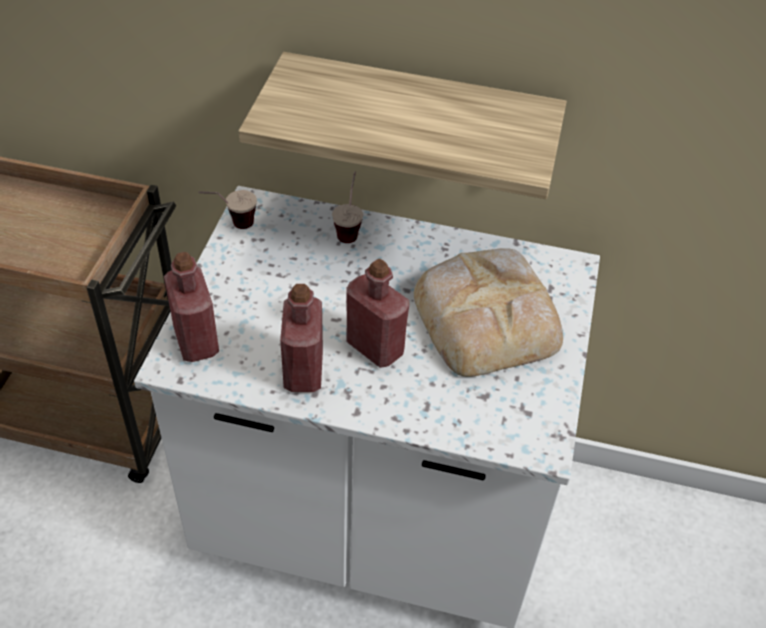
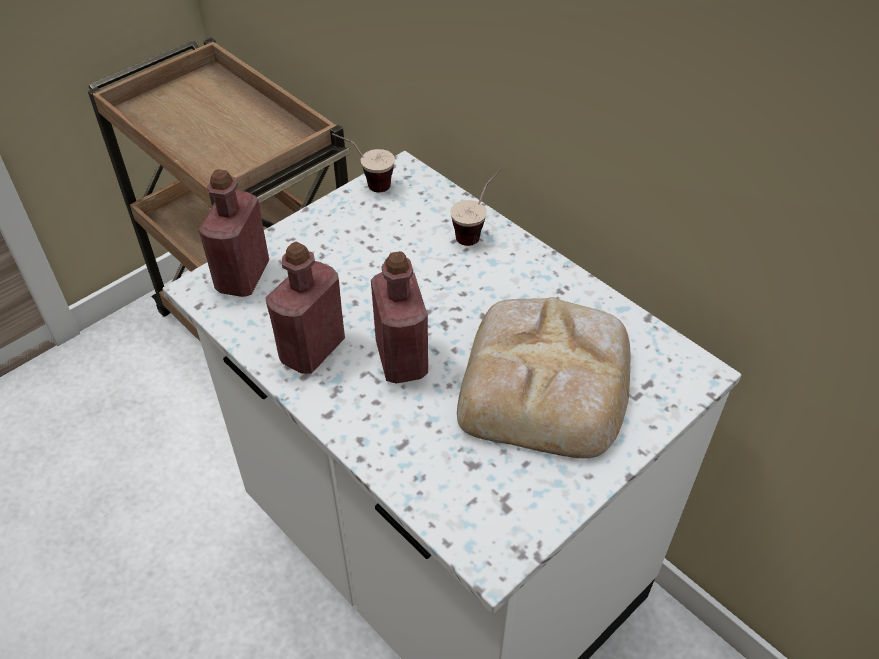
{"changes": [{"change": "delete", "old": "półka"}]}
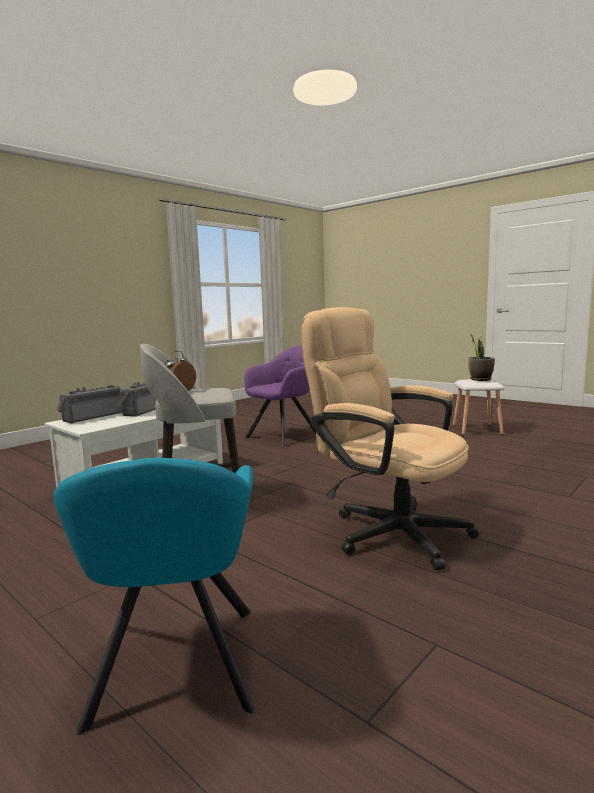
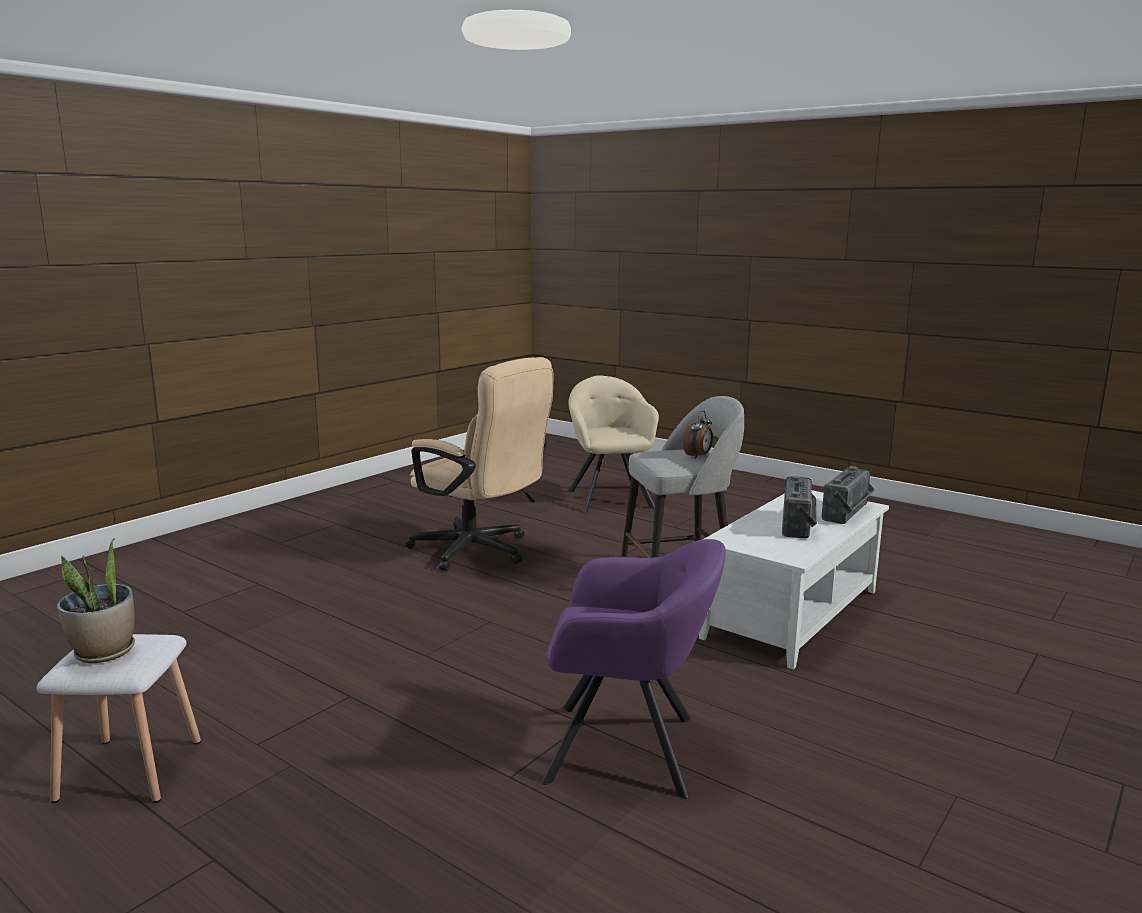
{"changes": [{"change": "rotate", "old": "fotel (fioletowy)", "degrees": -120}, {"change": "recolor", "old": "fotel (turkusowy)", "new": "fotel (beżowy)"}]}
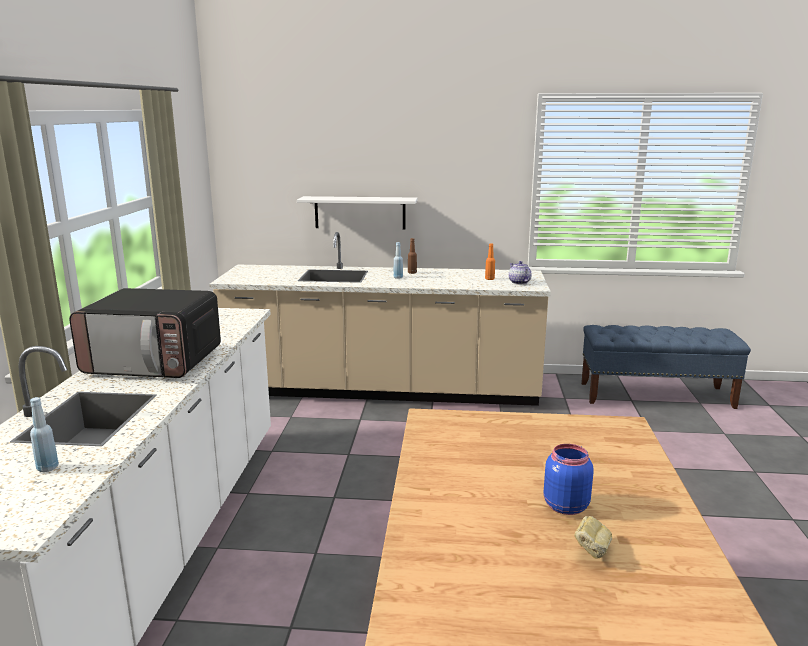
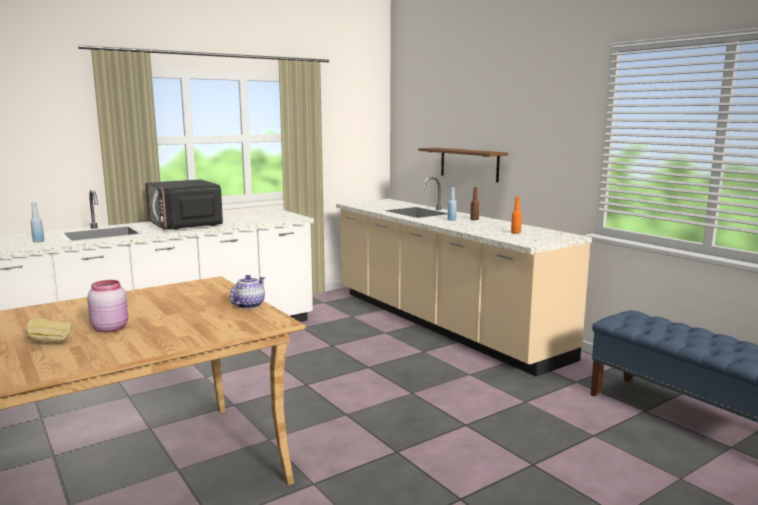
{"changes": [{"change": "recolor", "old": "słoik (niebieski)", "new": "słoik (różowy)"}, {"change": "move", "old": "imbryk"}, {"change": "recolor", "old": "półka (biały)", "new": "półka (brązowy)"}]}
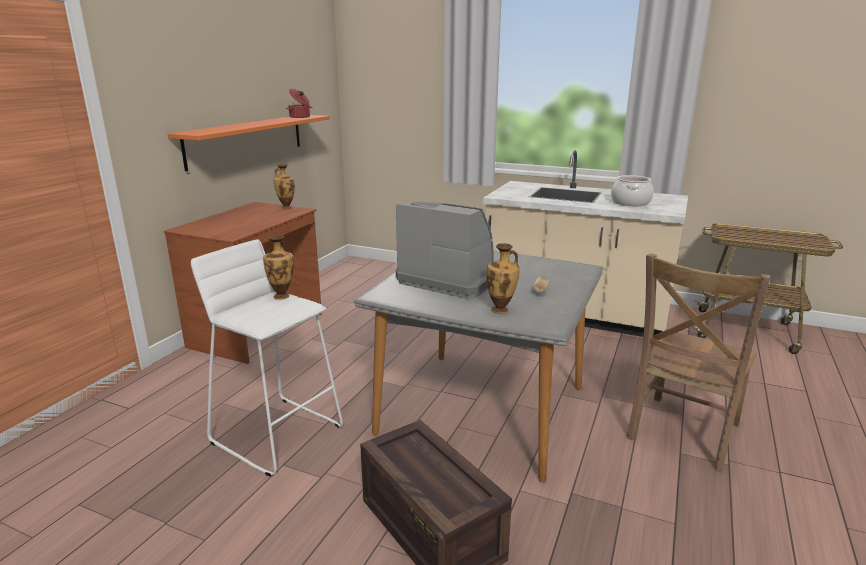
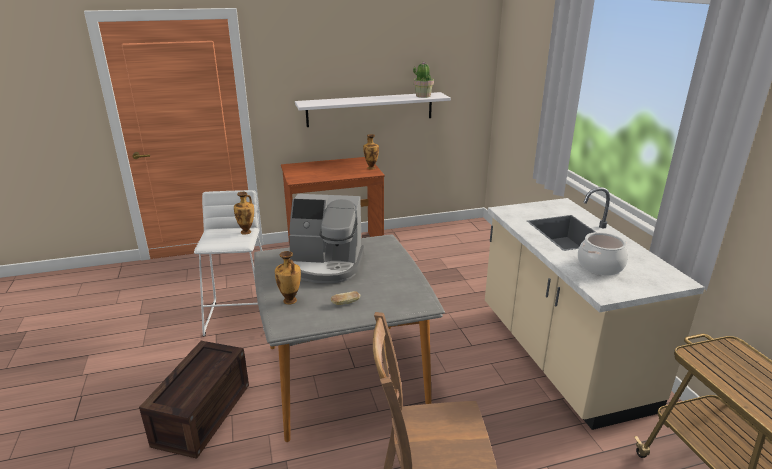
{"changes": [{"change": "rotate", "old": "ekspres do kawy", "degrees": 105}, {"change": "recolor", "old": "półka (pomarańczowy)", "new": "półka (biały)"}, {"change": "replace", "old": "garnek (1st from left)", "new": "roślina doniczkowa"}]}
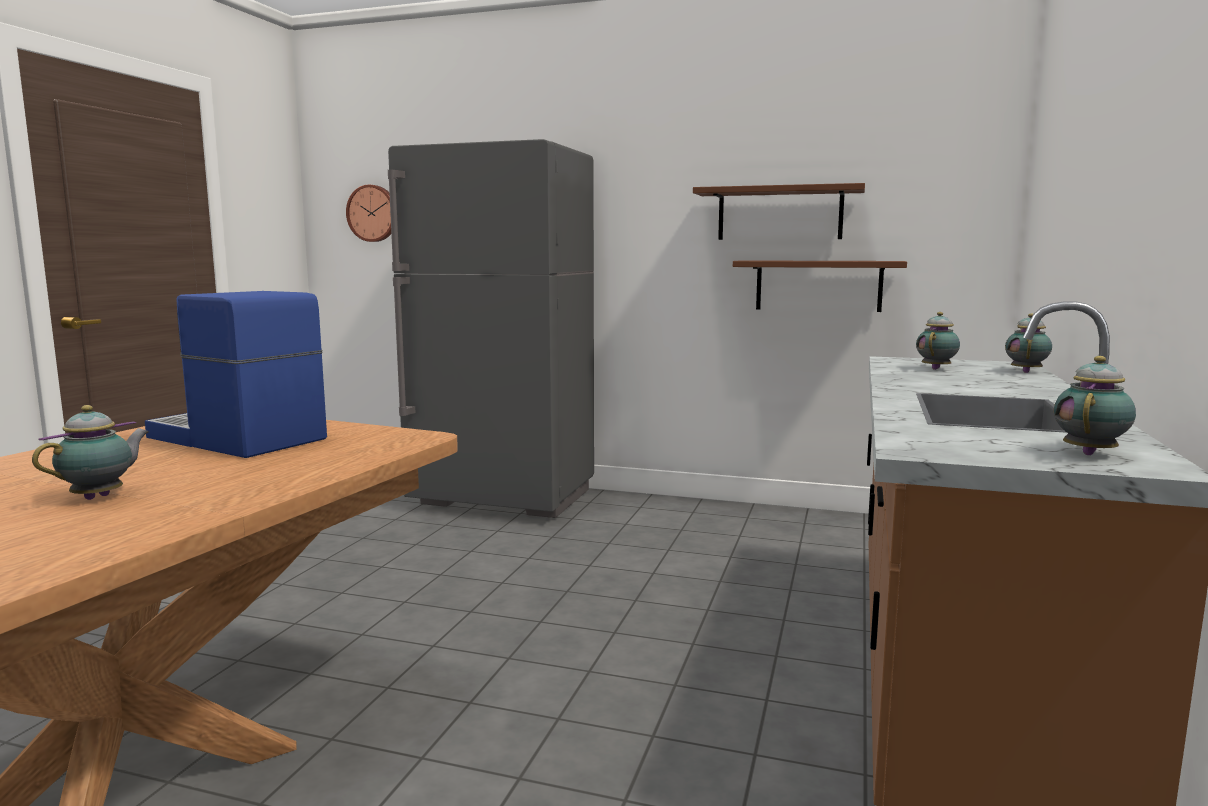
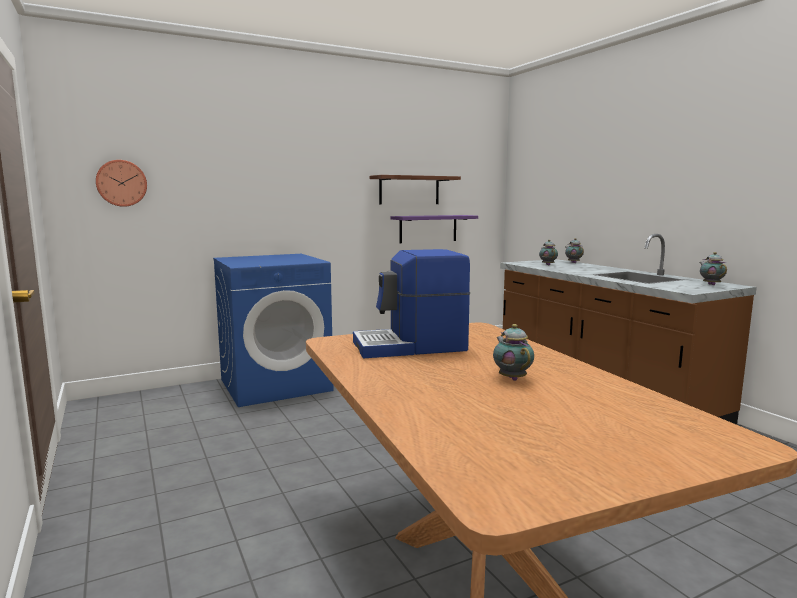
{"changes": [{"change": "replace", "old": "lodówka (szary)", "new": "pralka (niebieski)"}, {"change": "recolor", "old": "półka (brązowy) (2nd from left)", "new": "półka (fioletowy)"}]}
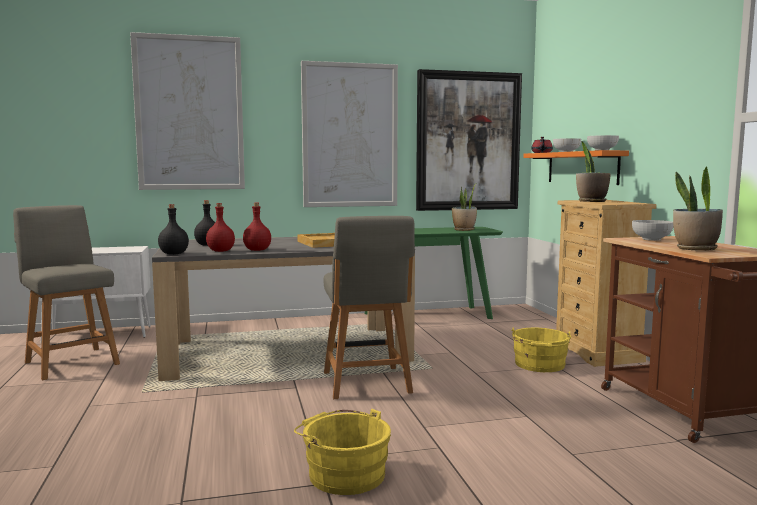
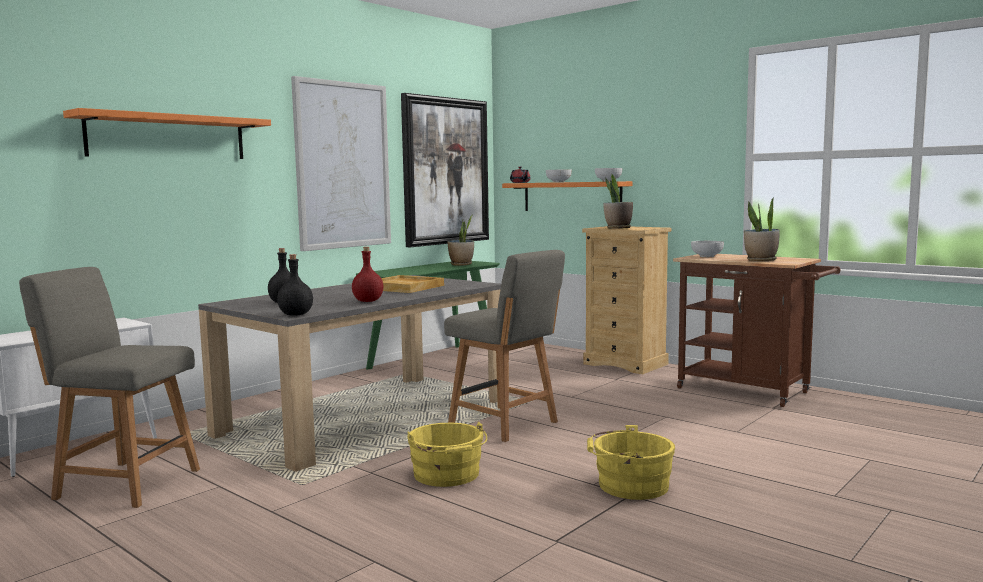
{"changes": [{"change": "replace", "old": "obraz (1st from left)", "new": "półka (pomarańczowy) (1st from left)"}, {"change": "move", "old": "wiadro (żółty) (2nd from left in the first image)", "new": "wiadro (żółty) (1st from left)"}, {"change": "delete", "old": "butelka (czerwony) (1st from left)"}]}
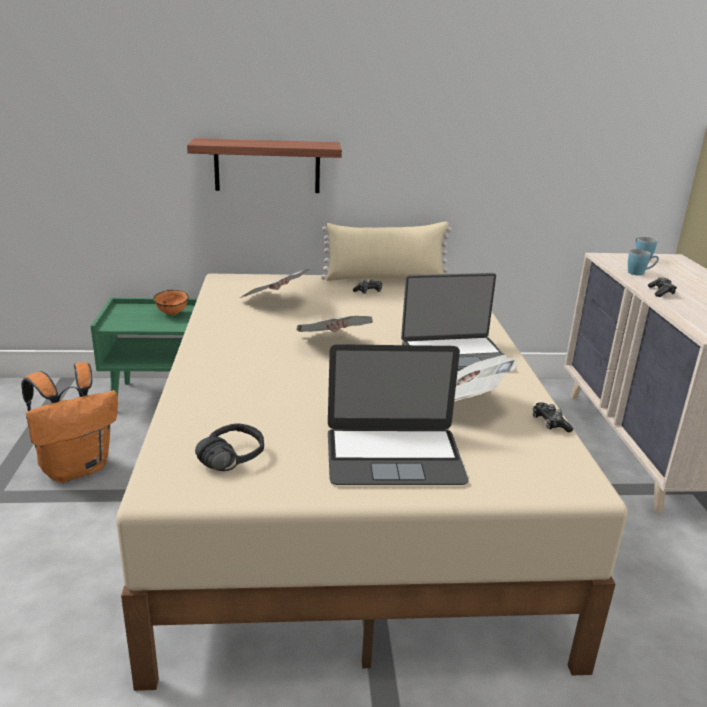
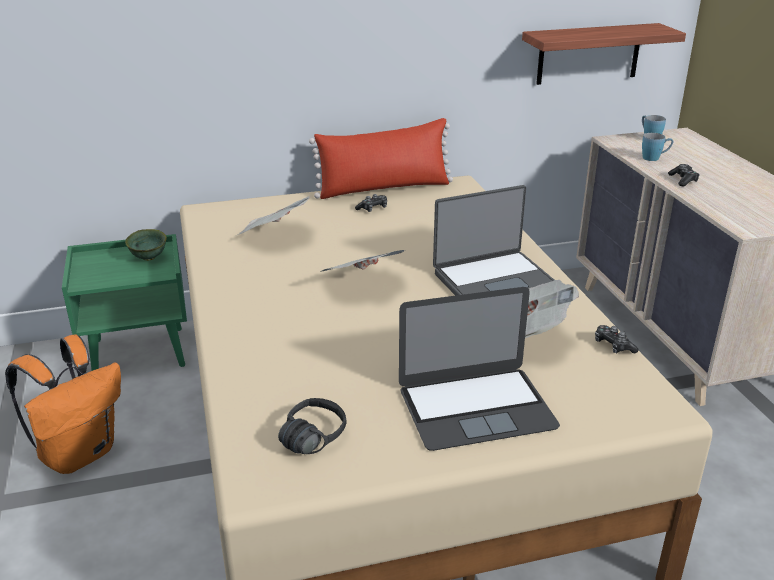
{"changes": [{"change": "recolor", "old": "miska (pomarańczowy)", "new": "miska (zielony)"}, {"change": "recolor", "old": "poduszka (beżowy)", "new": "poduszka (czerwony)"}, {"change": "move", "old": "półka"}]}
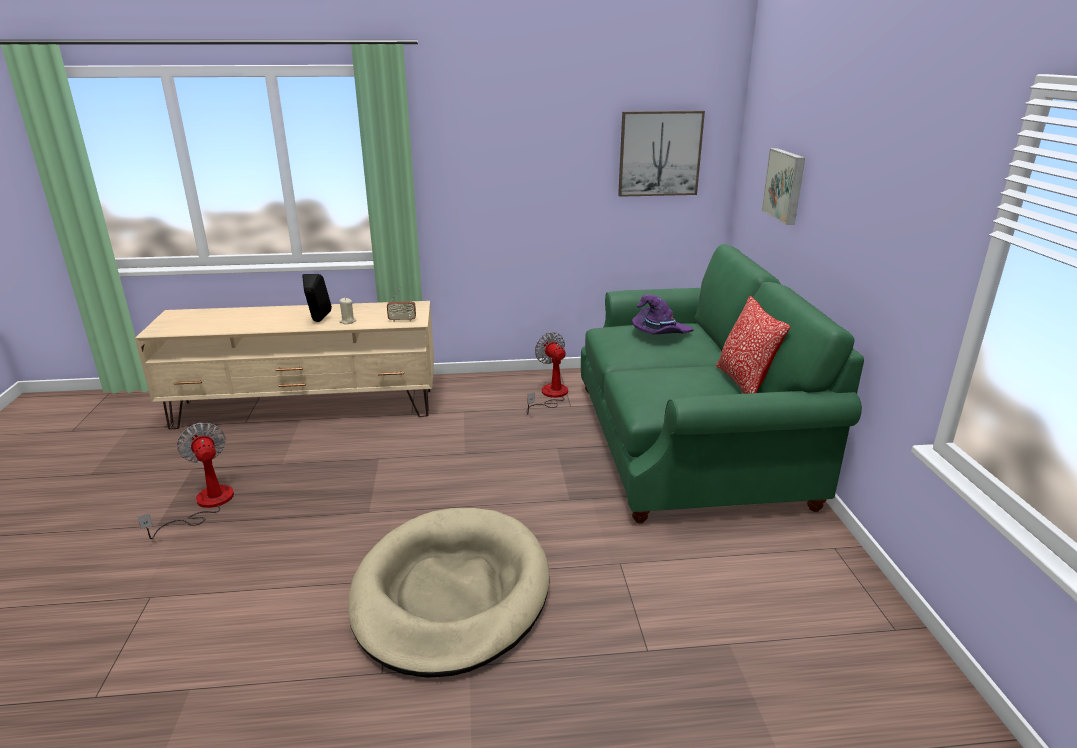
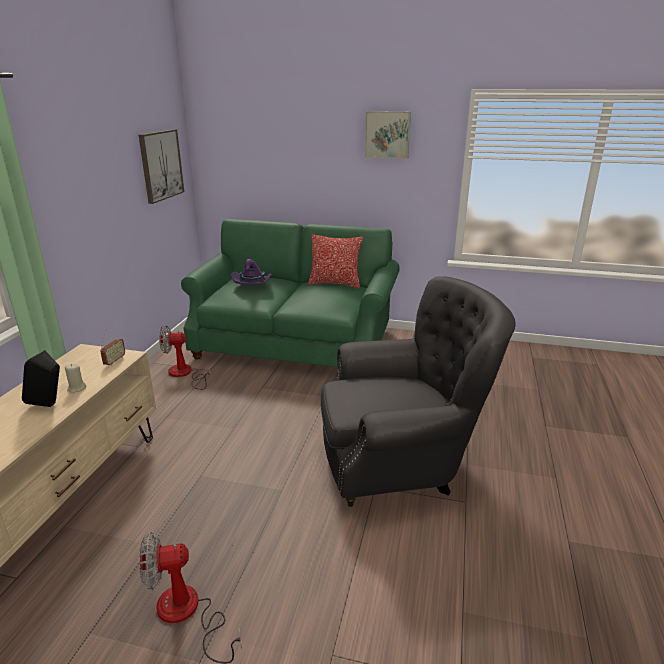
{"changes": [{"change": "replace", "old": "legowisko (beżowy)", "new": "fotel (szary)"}, {"change": "move", "old": "obraz (2nd from left)"}]}
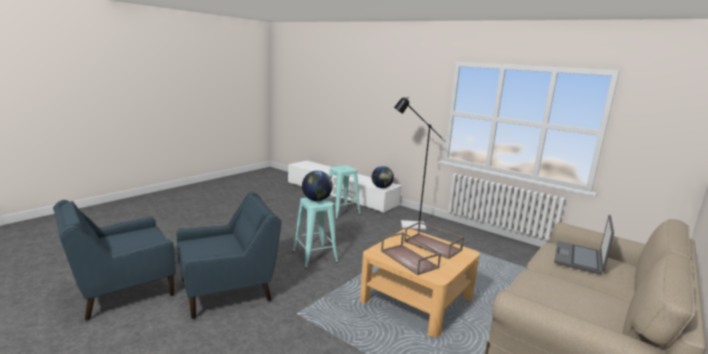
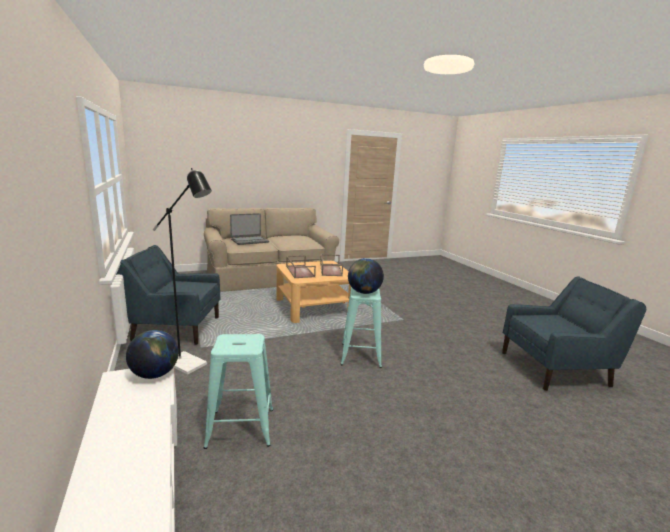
{"changes": [{"change": "move", "old": "fotel (niebieski) (2nd from left in the first image)", "new": "fotel (niebieski) (1st from left)"}]}
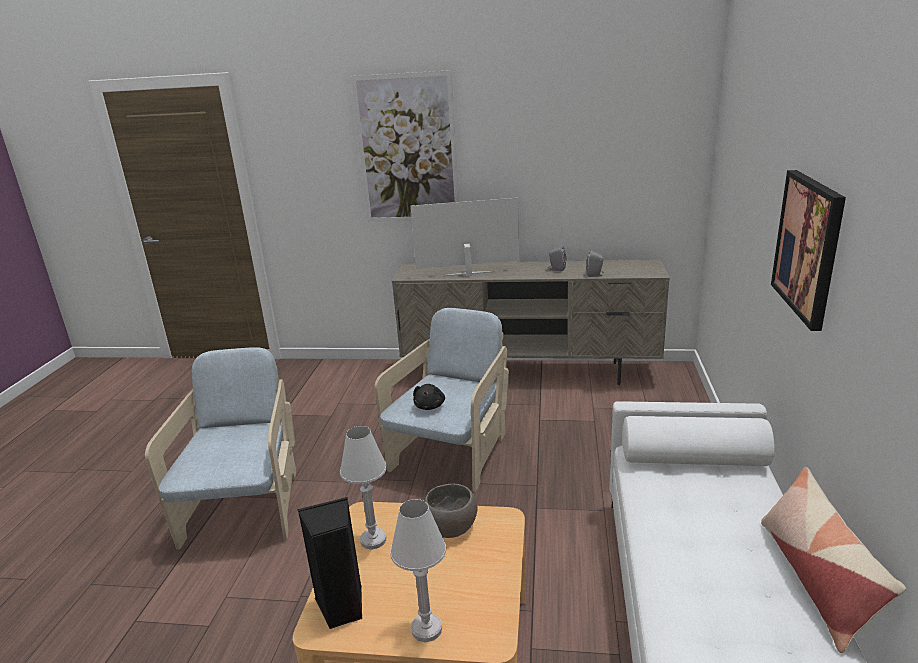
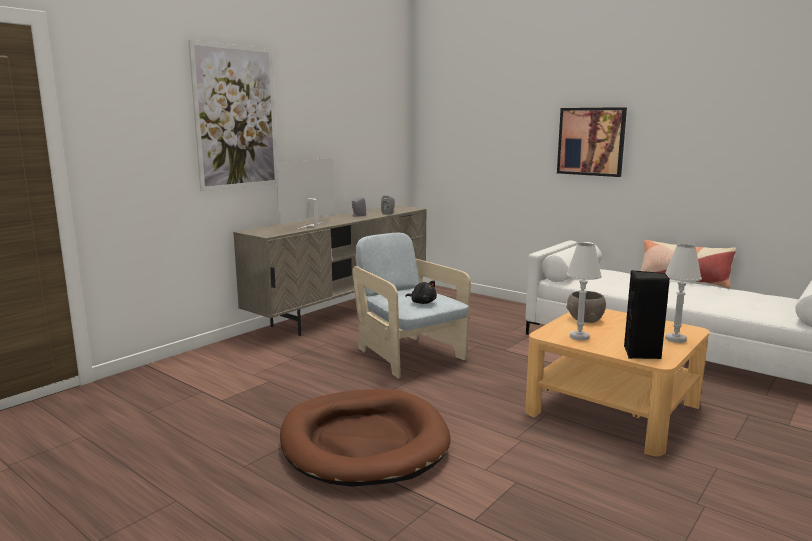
{"changes": [{"change": "replace", "old": "fotel (beżowy) (1st from left)", "new": "legowisko (brązowy)"}]}
